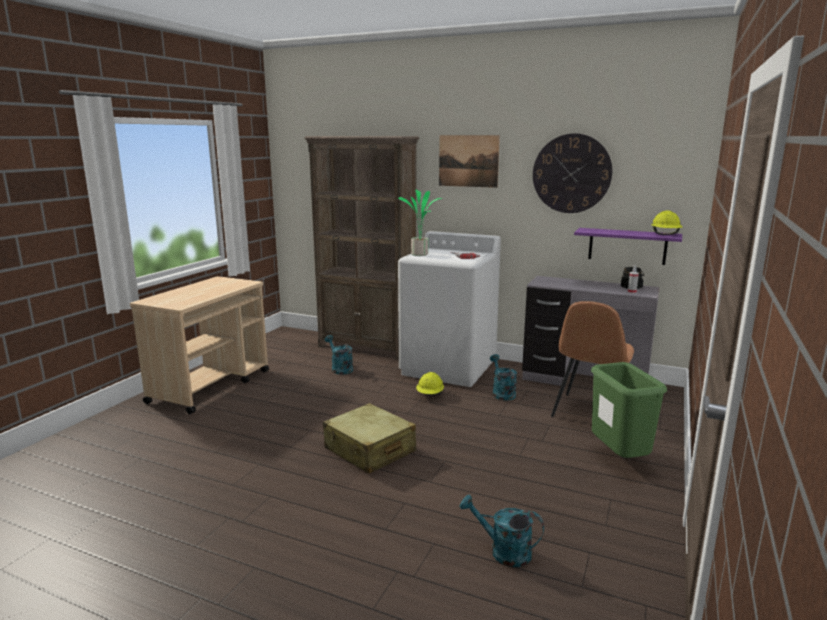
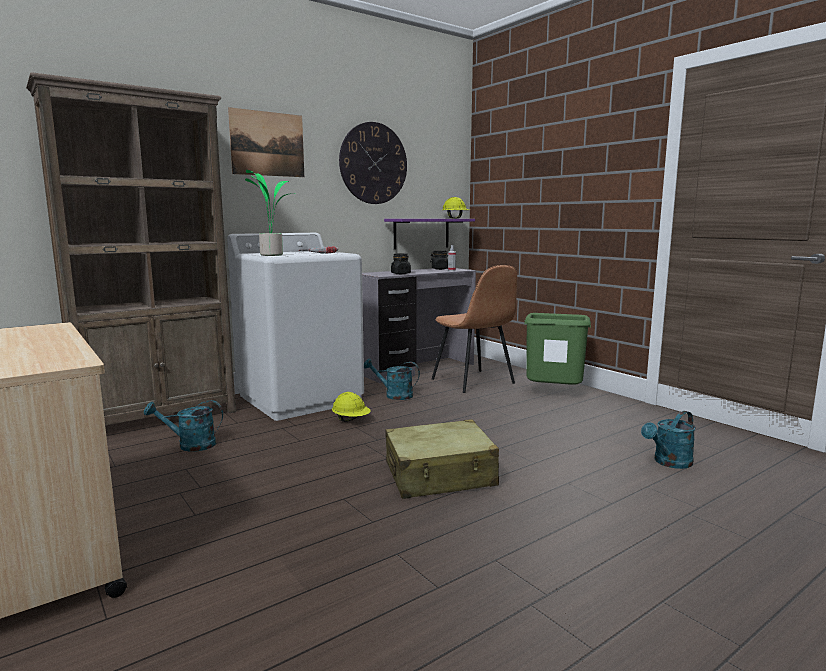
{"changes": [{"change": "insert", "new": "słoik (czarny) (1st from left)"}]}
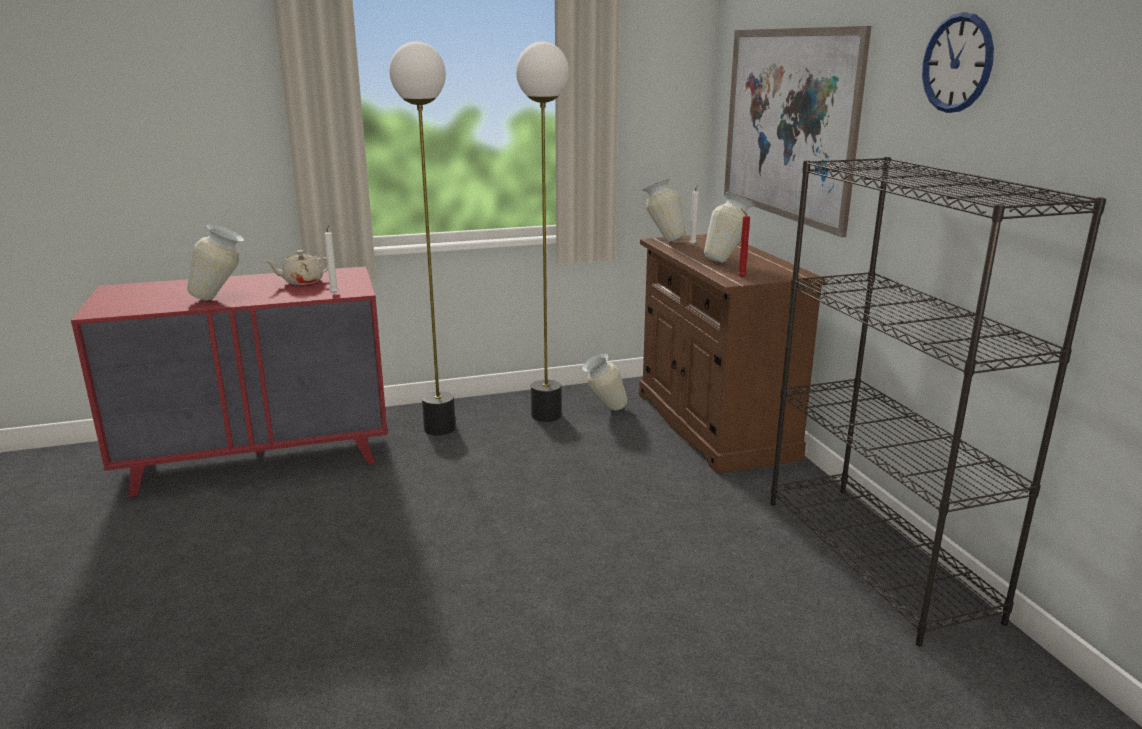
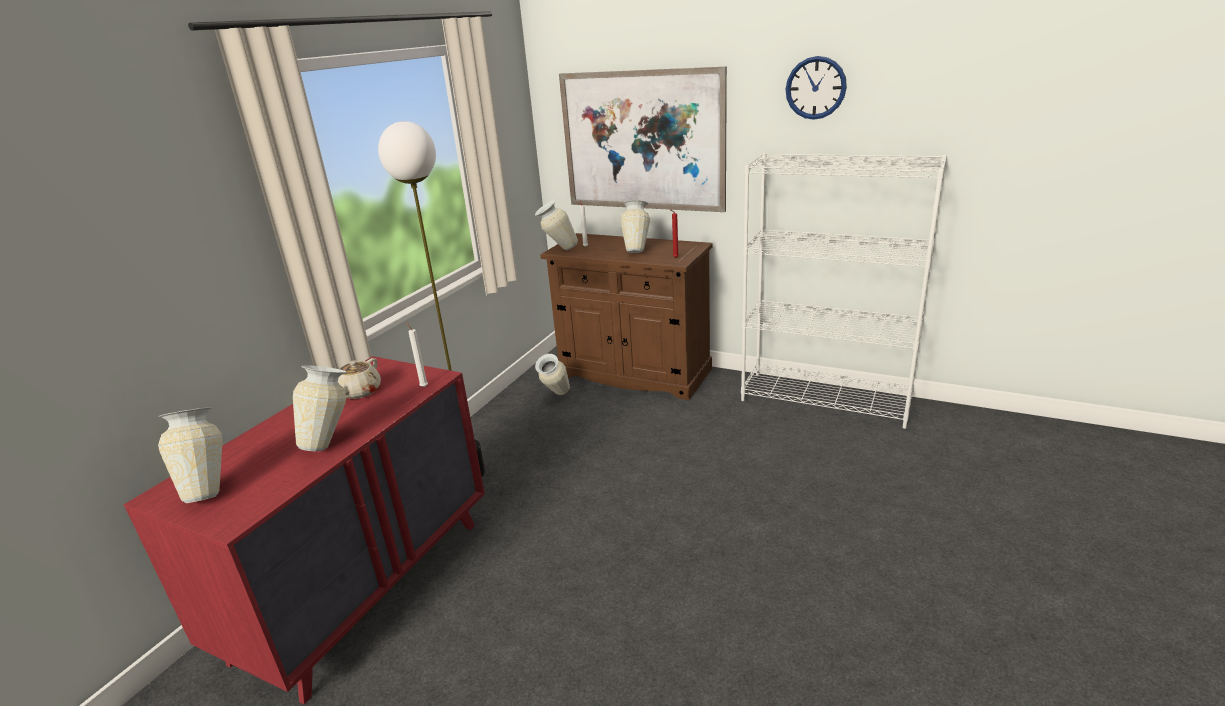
{"changes": [{"change": "insert", "new": "wazon (1st from left)"}, {"change": "recolor", "old": "regał (czarny)", "new": "regał (biały)"}, {"change": "delete", "old": "lampa stojąca (2nd from left)"}]}
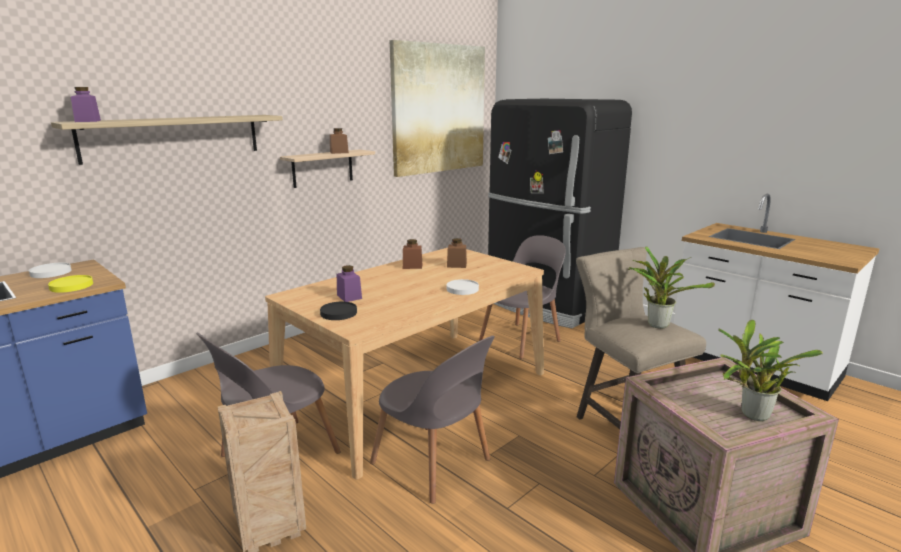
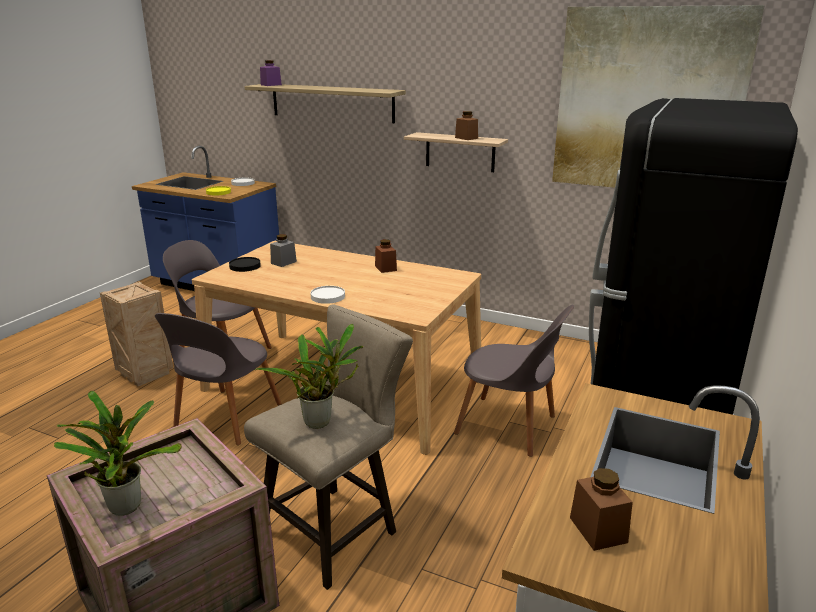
{"changes": [{"change": "recolor", "old": "słoik (fioletowy) (2nd from left)", "new": "słoik (szary)"}, {"change": "move", "old": "słoik (brązowy) (3rd from left)"}]}
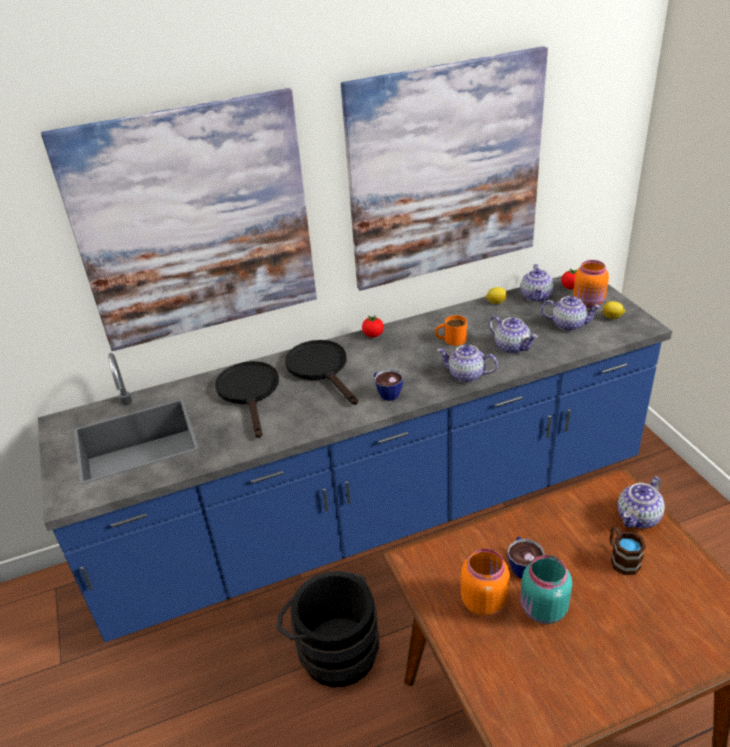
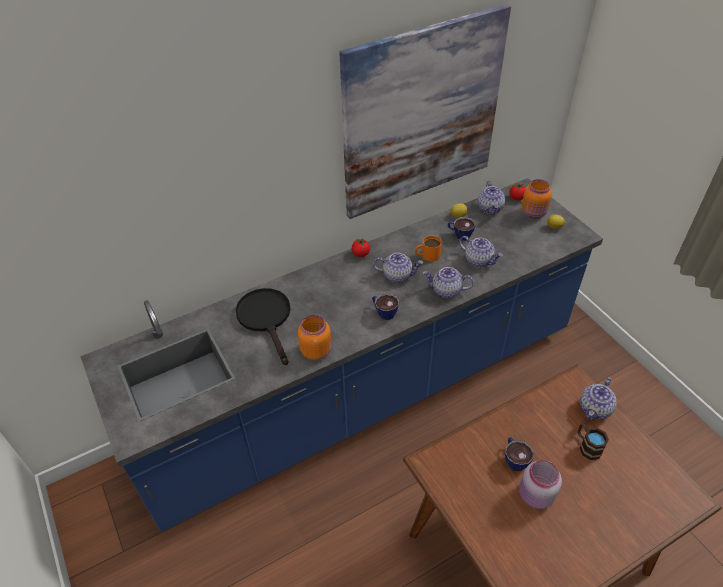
{"changes": [{"change": "move", "old": "słoik (pomarańczowy) (1st from left)"}, {"change": "move", "old": "imbryk (4th from left in the first image)", "new": "imbryk (1st from left)"}, {"change": "insert", "new": "filiżanka (2nd from left)"}, {"change": "recolor", "old": "słoik (turkusowy)", "new": "słoik (różowy)"}, {"change": "delete", "old": "obraz (1st from left)"}, {"change": "delete", "old": "wiadro (czarny)"}, {"change": "delete", "old": "patelnia (czarny) (2nd from left)"}]}
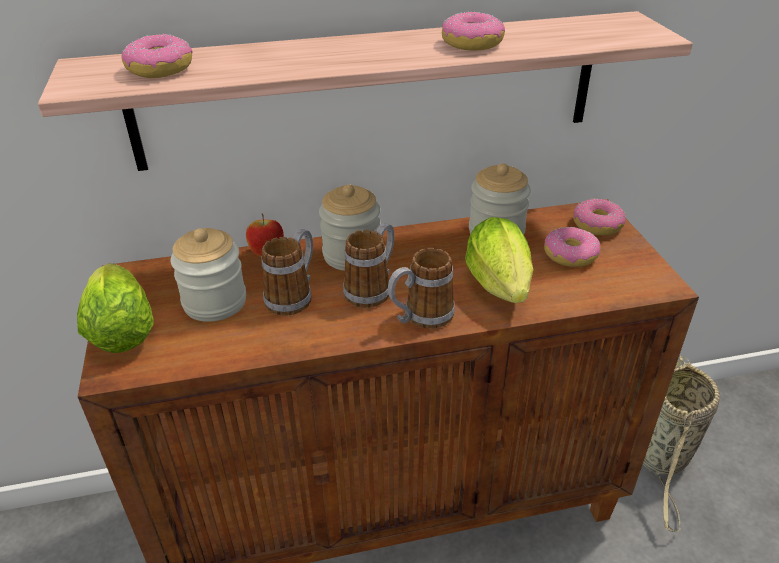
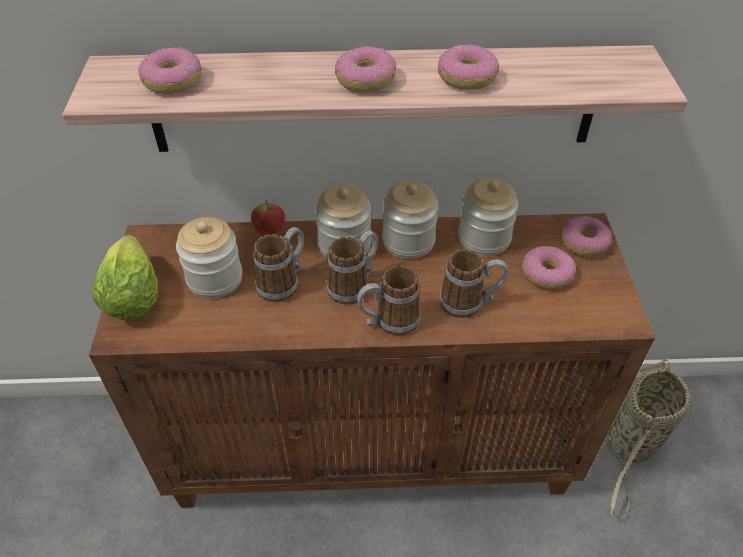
{"changes": [{"change": "insert", "new": "donut (2nd from left)"}, {"change": "insert", "new": "słoik (3rd from left)"}, {"change": "replace", "old": "sałata (2nd from left)", "new": "kubek (4th from left)"}]}
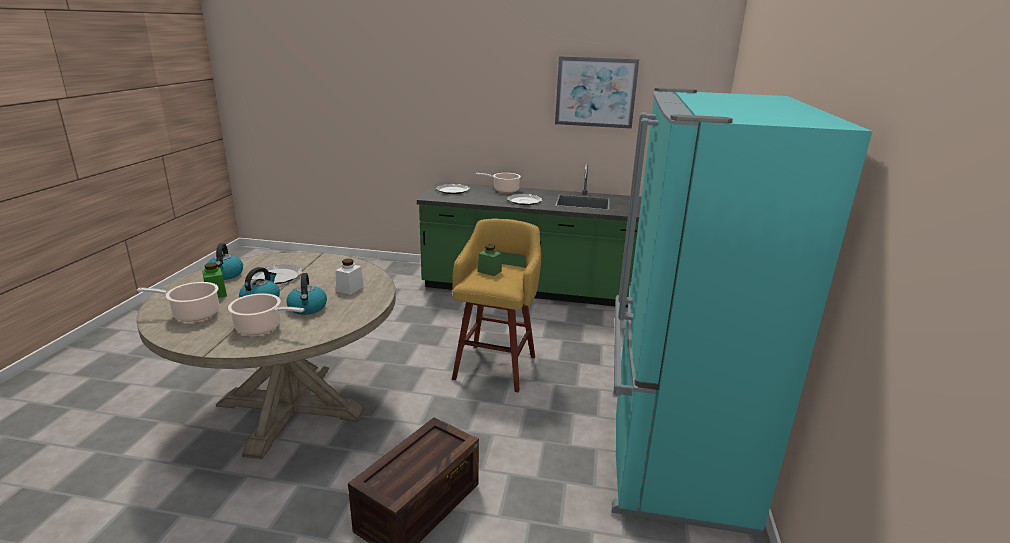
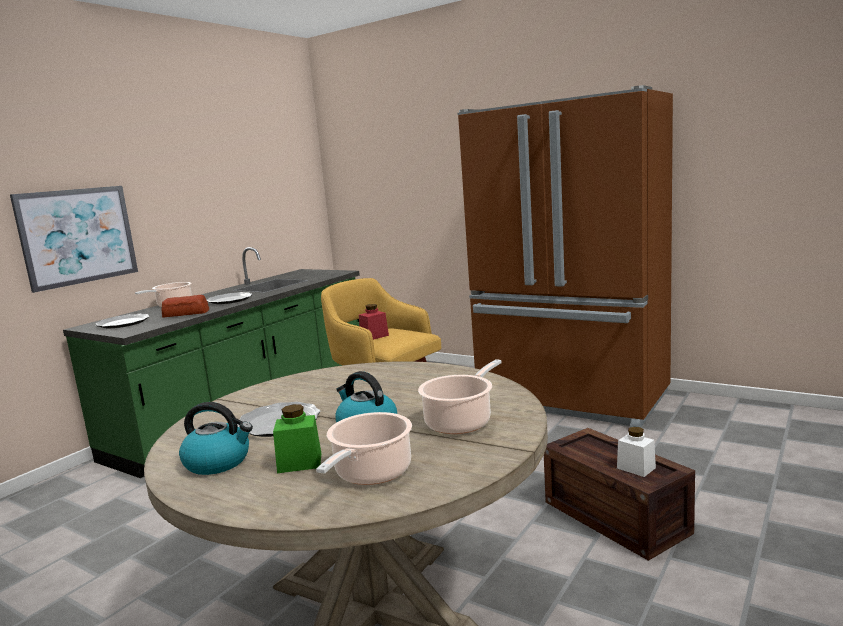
{"changes": [{"change": "move", "old": "obraz"}, {"change": "insert", "new": "chleb"}, {"change": "recolor", "old": "słoik (zielony) (2nd from left)", "new": "słoik (czerwony)"}, {"change": "recolor", "old": "lodówka (turkusowy)", "new": "lodówka (brązowy)"}, {"change": "move", "old": "słoik (biały)"}, {"change": "delete", "old": "czajnik (3rd from left)"}]}
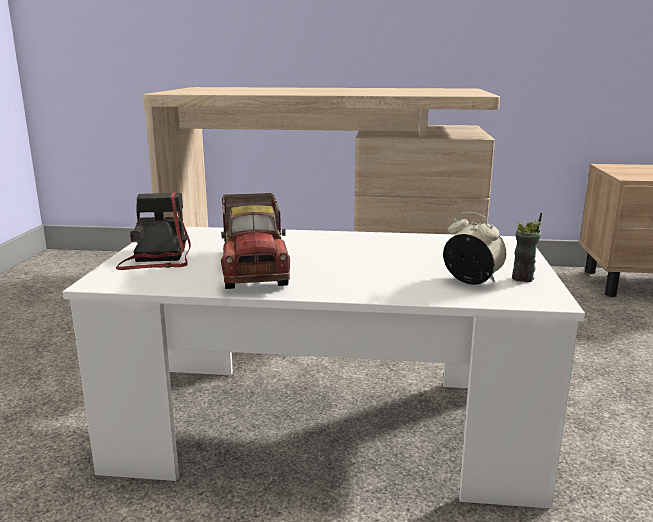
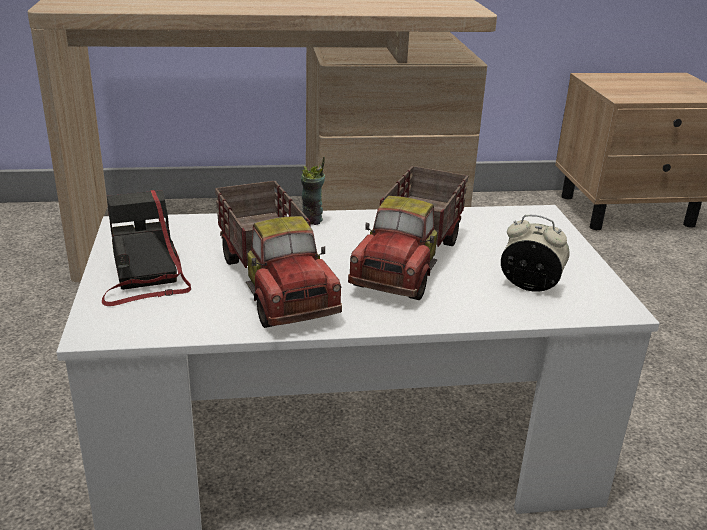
{"changes": [{"change": "move", "old": "filiżanka"}, {"change": "insert", "new": "ciężarówka zabawkowa (2nd from left)"}]}
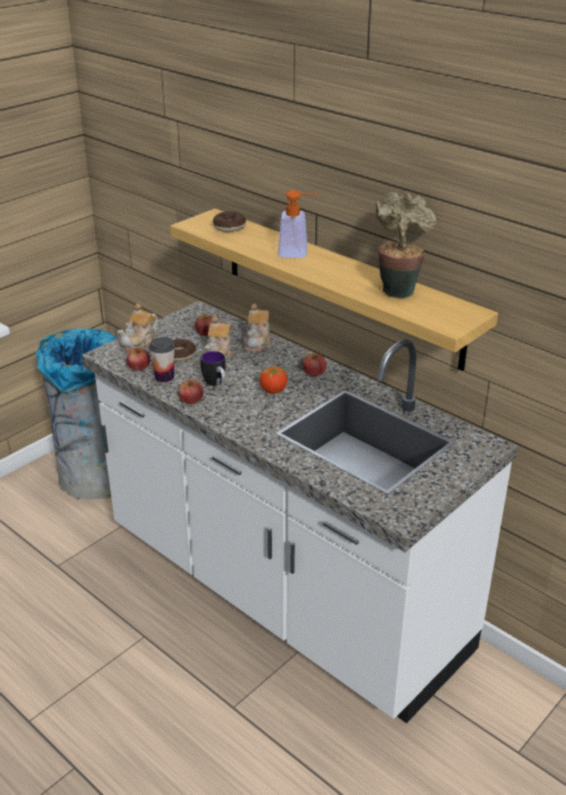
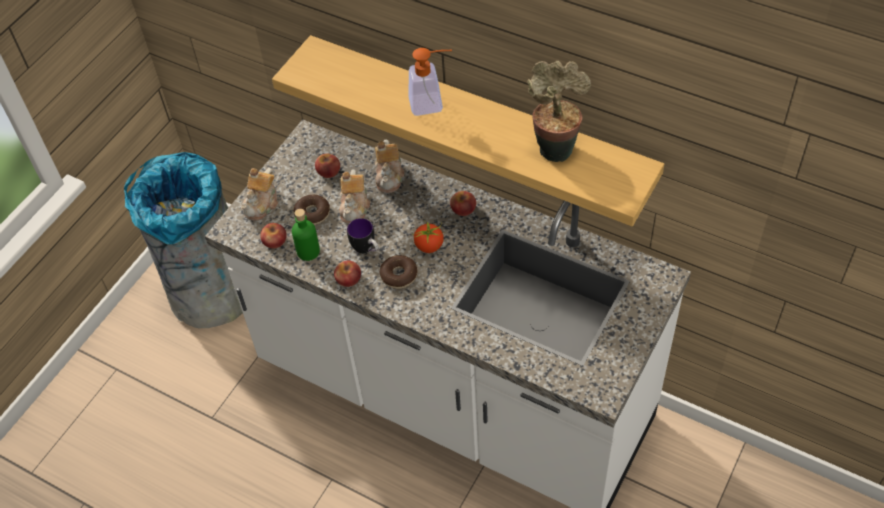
{"changes": [{"change": "replace", "old": "filiżanka", "new": "butelka (zielony)"}, {"change": "move", "old": "donut (2nd from left)"}]}
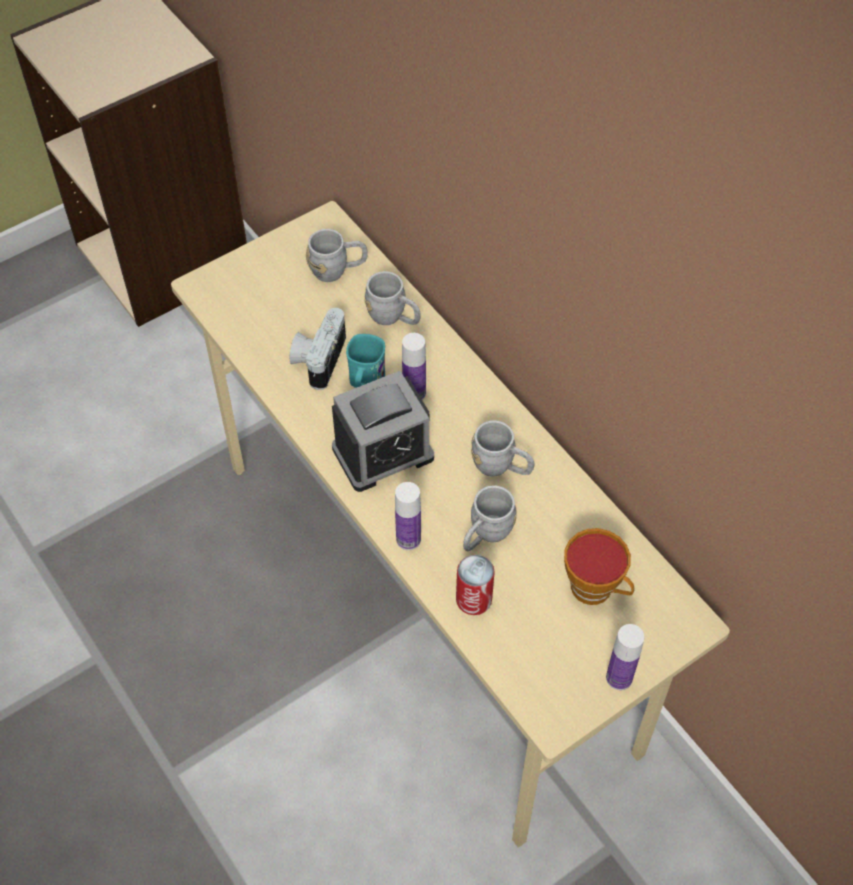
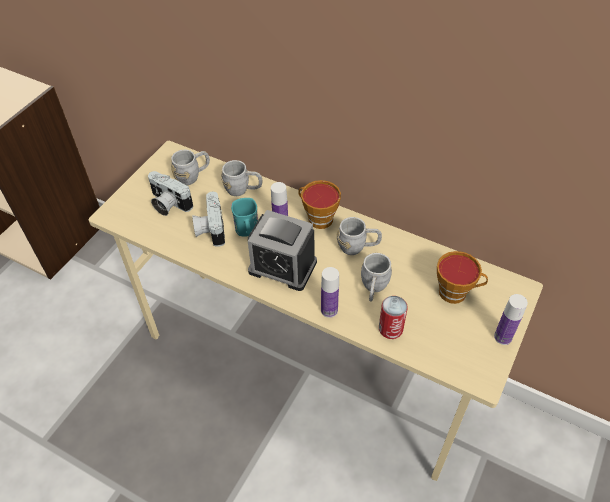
{"changes": [{"change": "insert", "new": "aparat fotograficzny (1st from left)"}, {"change": "rotate", "old": "budzik", "degrees": 75}, {"change": "insert", "new": "filiżanka (1st from left)"}]}
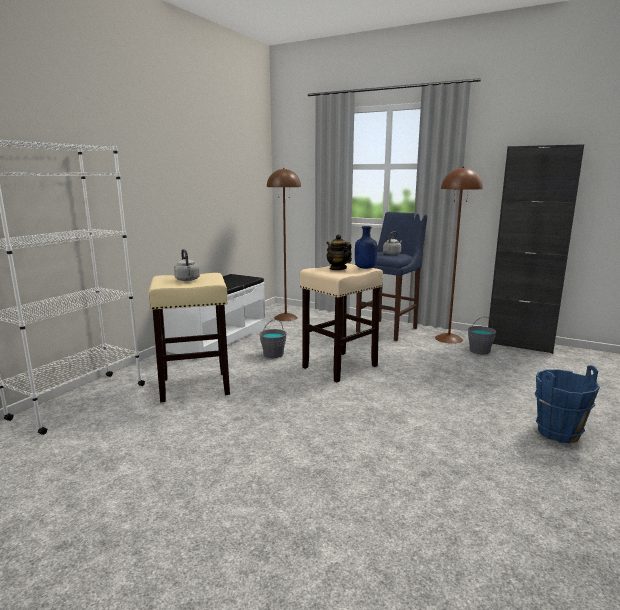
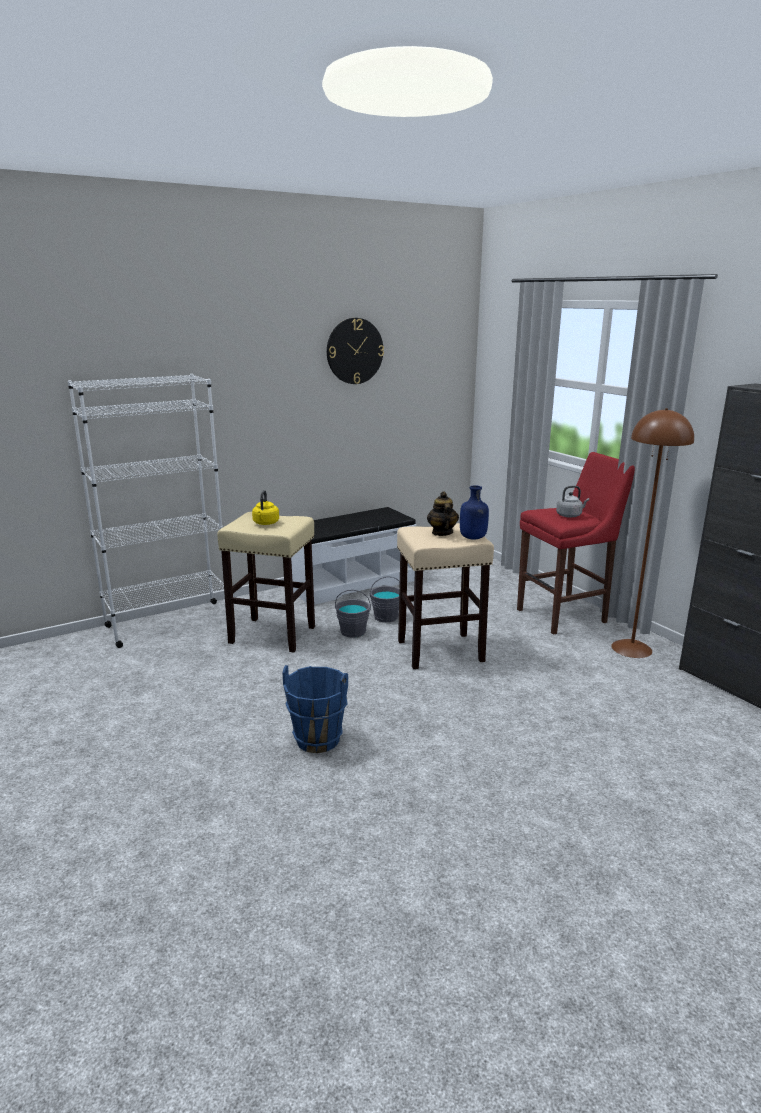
{"changes": [{"change": "recolor", "old": "czajnik (szary) (1st from left)", "new": "czajnik (żółty)"}, {"change": "move", "old": "wiadro (niebieski)"}, {"change": "insert", "new": "zegar ścienny"}, {"change": "move", "old": "wiadro (szary) (2nd from left in the first image)", "new": "wiadro (szary) (1st from left)"}, {"change": "recolor", "old": "stołek (niebieski)", "new": "stołek (czerwony)"}, {"change": "delete", "old": "lampa stojąca (brązowy) (1st from left)"}]}
